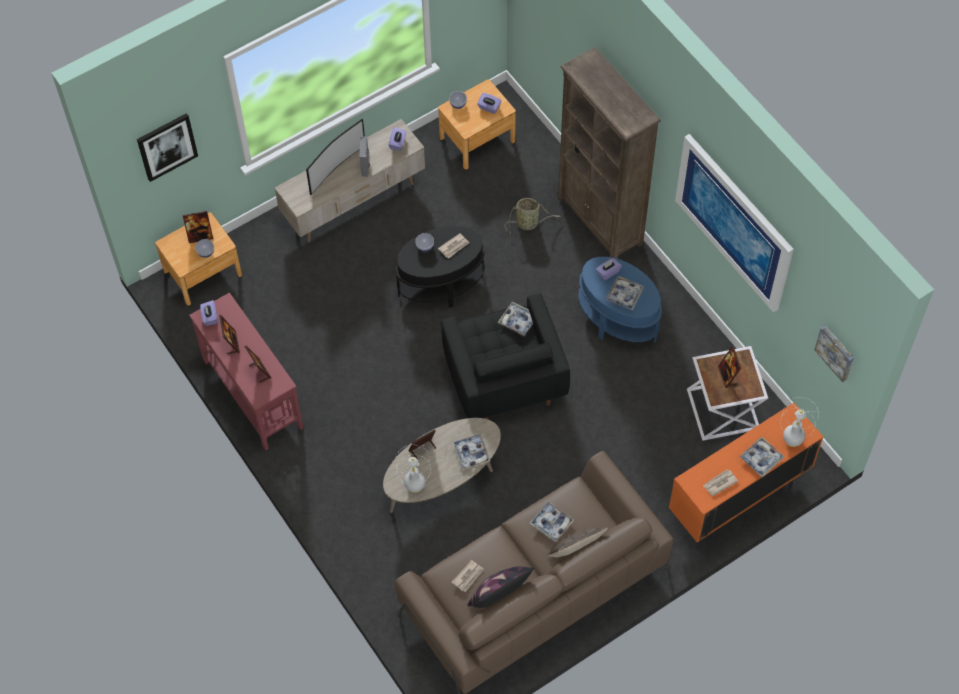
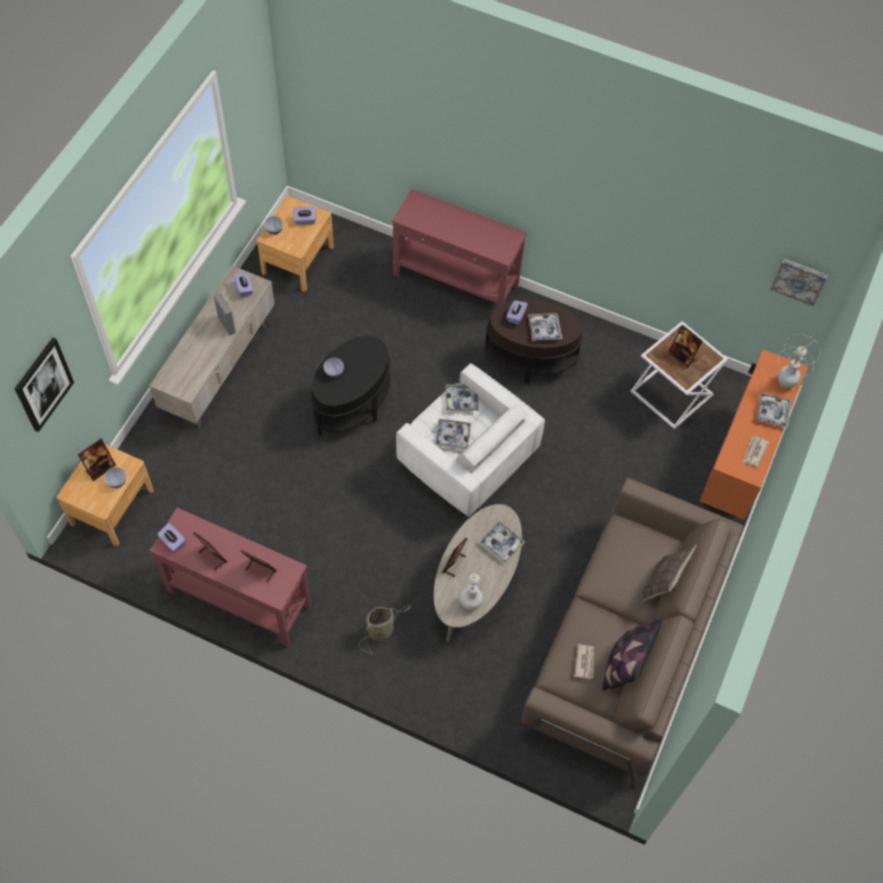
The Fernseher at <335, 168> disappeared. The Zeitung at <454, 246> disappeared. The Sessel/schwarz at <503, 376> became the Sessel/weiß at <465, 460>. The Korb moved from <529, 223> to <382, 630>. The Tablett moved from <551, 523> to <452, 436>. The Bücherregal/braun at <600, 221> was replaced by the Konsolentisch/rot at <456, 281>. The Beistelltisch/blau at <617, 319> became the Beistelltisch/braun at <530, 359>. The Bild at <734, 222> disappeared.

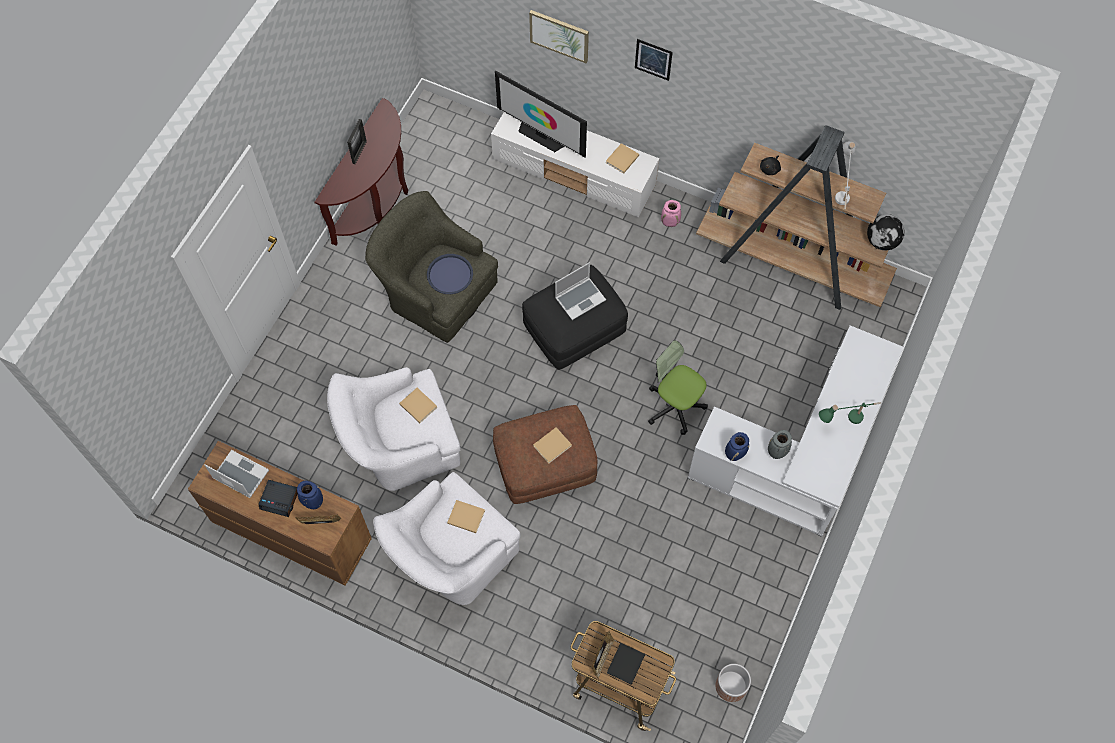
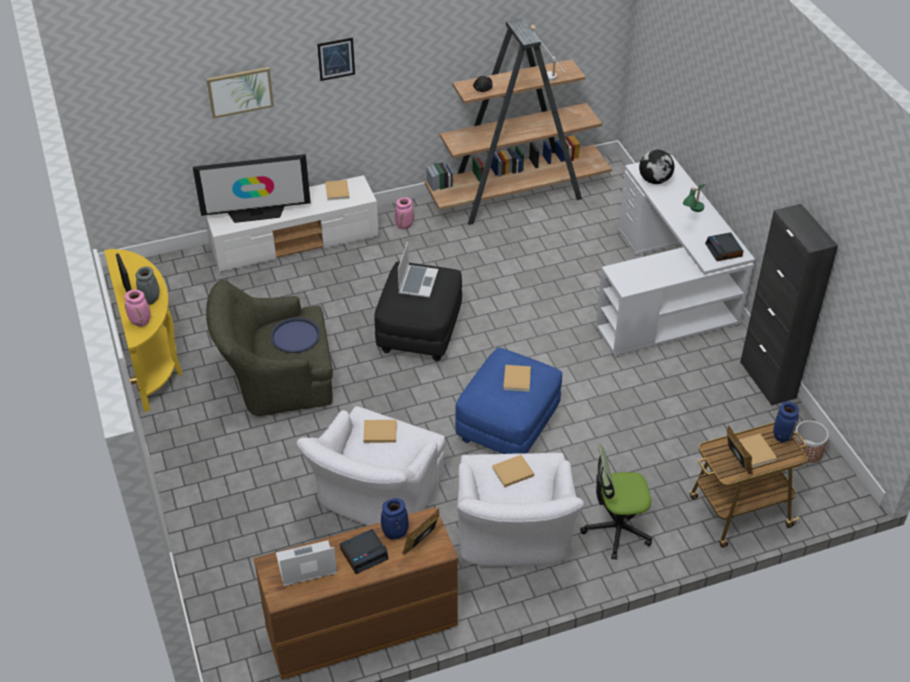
The Konsolentisch/braun at <376, 204> became the Konsolentisch/gelb at <152, 361>. The Polsterhocker/braun at <545, 467> became the Polsterhocker/blau at <507, 426>. The Buch/schwarz at <625, 665> became the Buch/beige at <756, 452>. The Bürostuhl moved from <675, 406> to <616, 529>. The Vase/blau moved from <735, 454> to <781, 435>. The Vase/grau moved from <777, 453> to <151, 300>. The Globus moved from <882, 241> to <655, 180>. The Vase/rosa at <141, 322> appeared. The Wecker at <724, 250> appeared. The Schrank/schwarz at <767, 380> appeared.

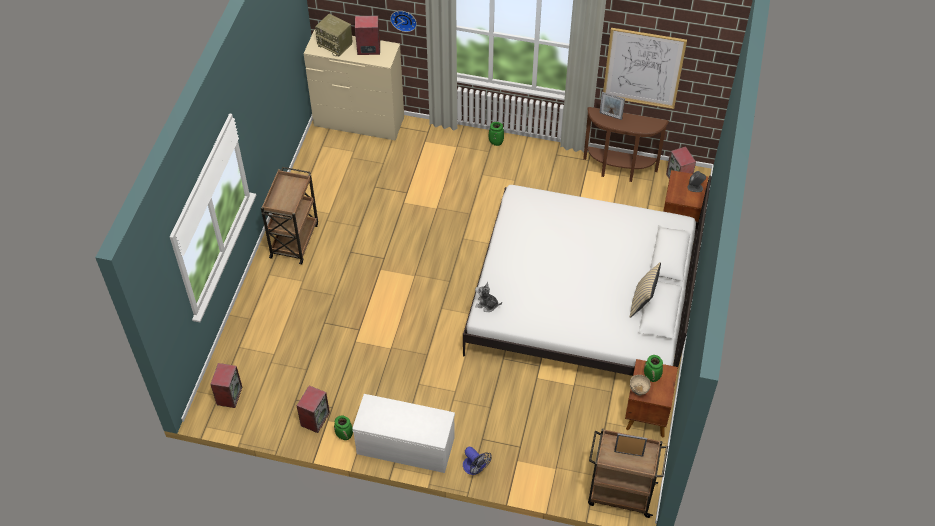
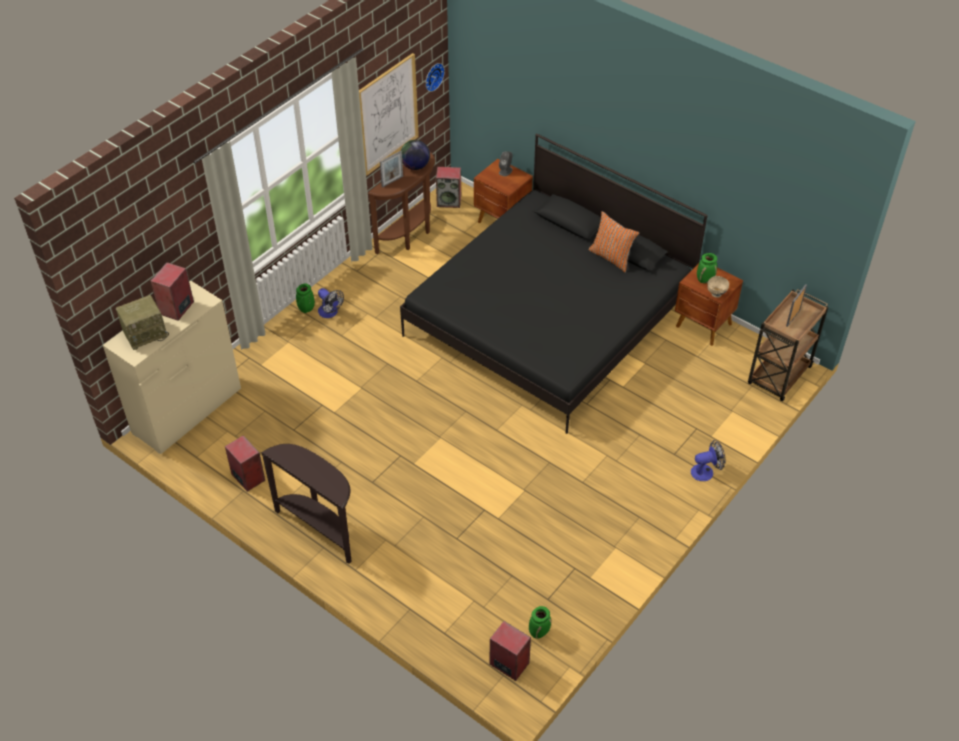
The Rollwagen/braun at <294, 240> was replaced by the Konsolentisch/braun at <320, 528>. The Lautsprecher moved from <315, 419> to <247, 477>. The Vase/grün moved from <345, 436> to <539, 632>. The Bank/weiß at <404, 446> disappeared. The Wanduhr moved from <404, 19> to <433, 76>. The Bett/weiß at <583, 299> became the Bett/schwarz at <549, 319>. The Plüschtier at <487, 305> disappeared. The Kissen/beige at <642, 301> became the Kissen/orange at <611, 257>. The Ventilator at <330, 313> appeared. The Globus at <415, 166> appeared.

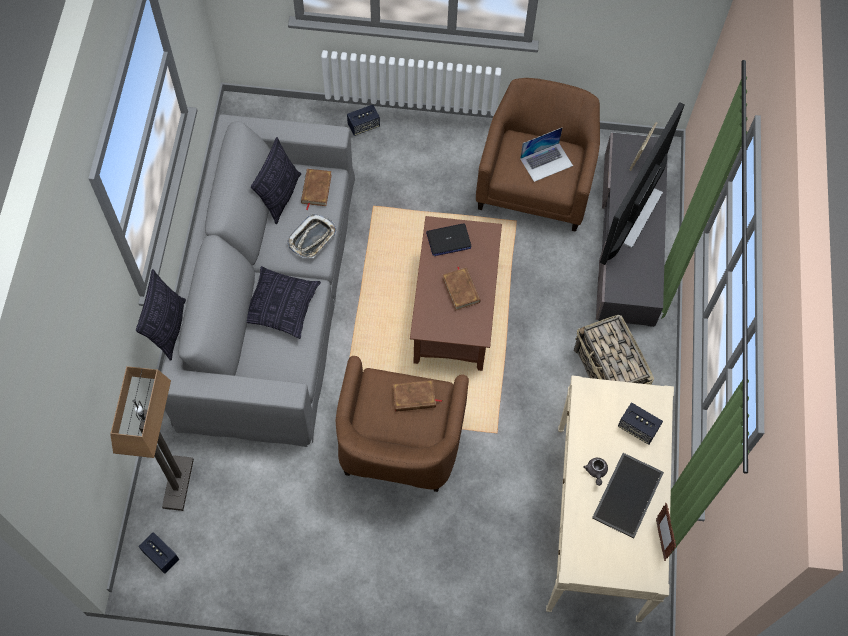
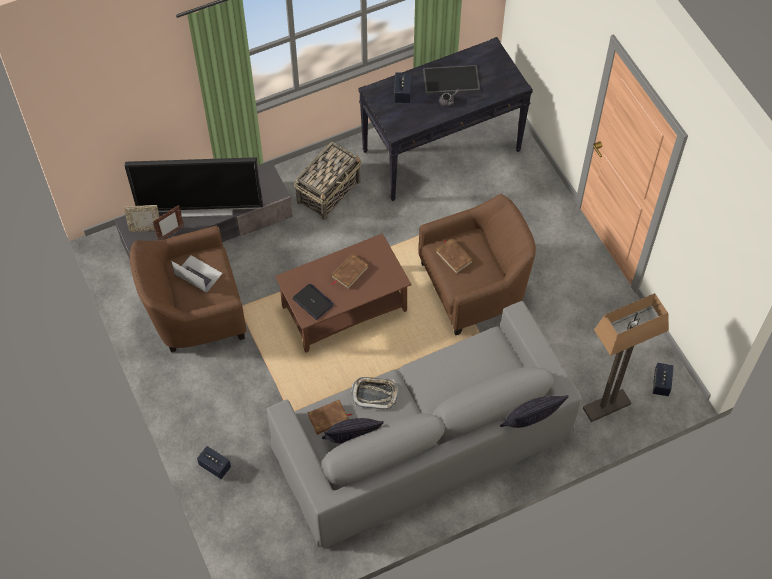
The Kissen at <281, 307> disappeared. The Konsolentisch/beige at <598, 522> became the Konsolentisch/schwarz at <442, 150>. The Bilderrahmen moved from <660, 539> to <171, 234>.

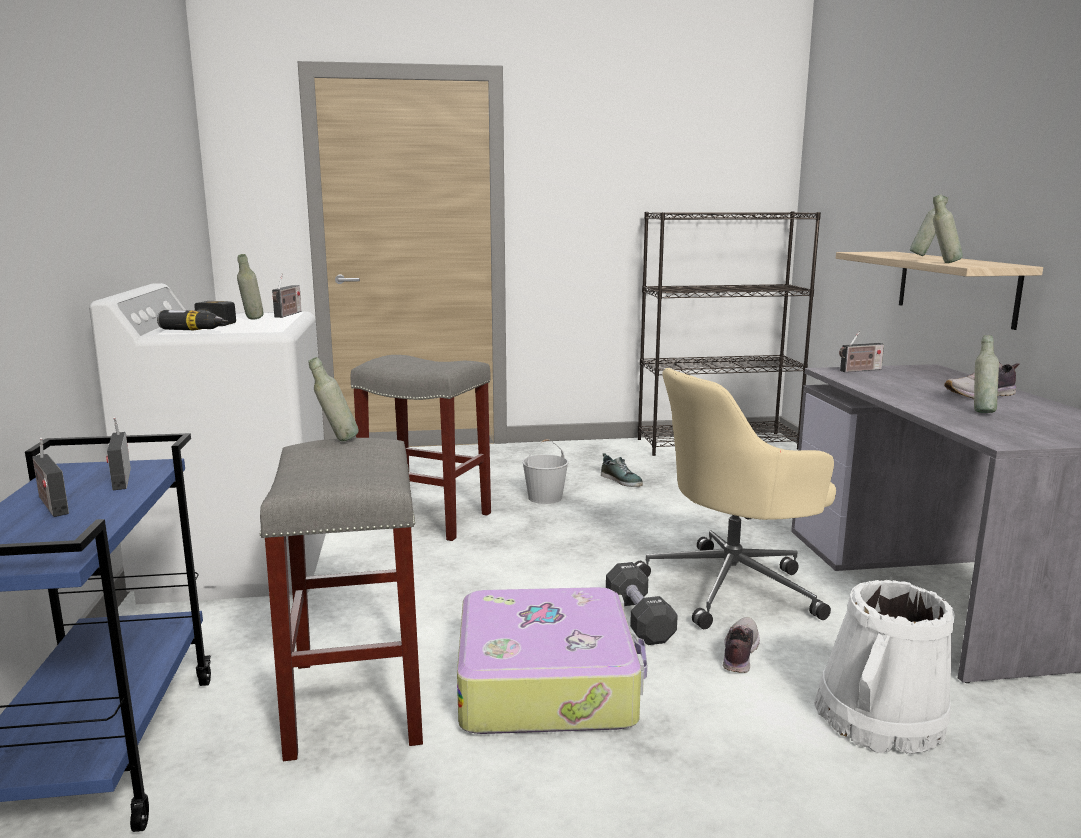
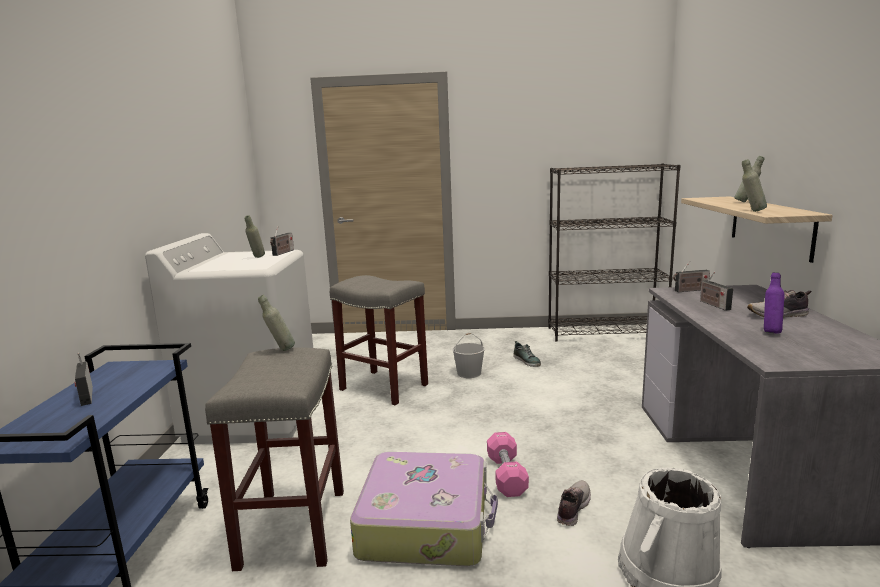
The Radio moved from <121, 478> to <713, 305>. The Bohrmaschine at <210, 328> disappeared. The Hantel/schwarz at <639, 619> became the Hantel/rosa at <506, 475>. The Bürostuhl/beige at <733, 587> disappeared. The Flasche/grau at <981, 411> became the Flasche/lila at <771, 332>.

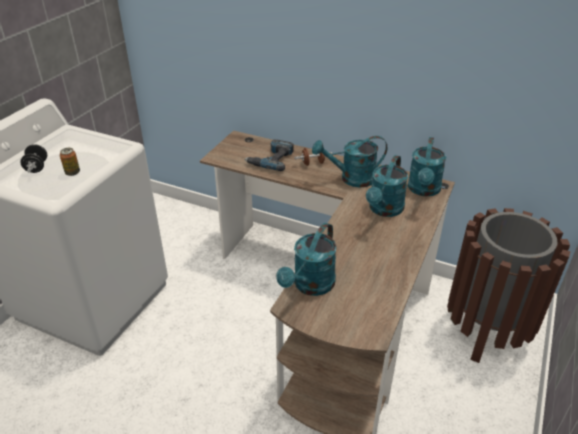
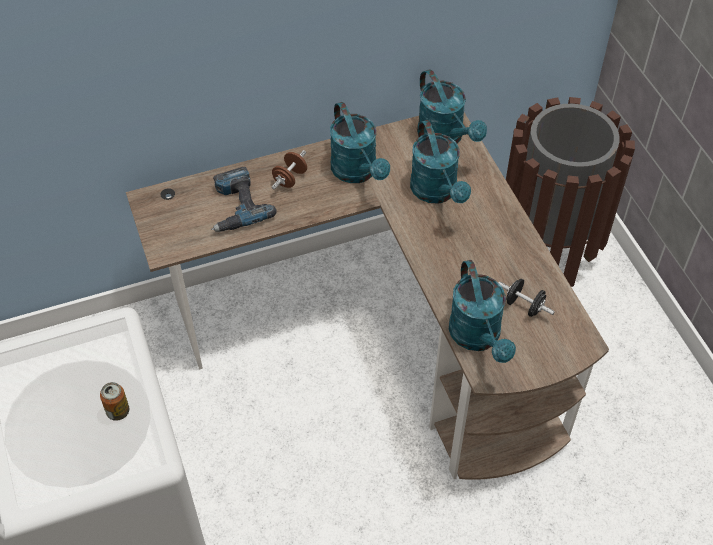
The Hantel/schwarz moved from <37, 167> to <524, 306>. The Gießkanne/türkis at <351, 179> turned 60 degrees counterclockwise.

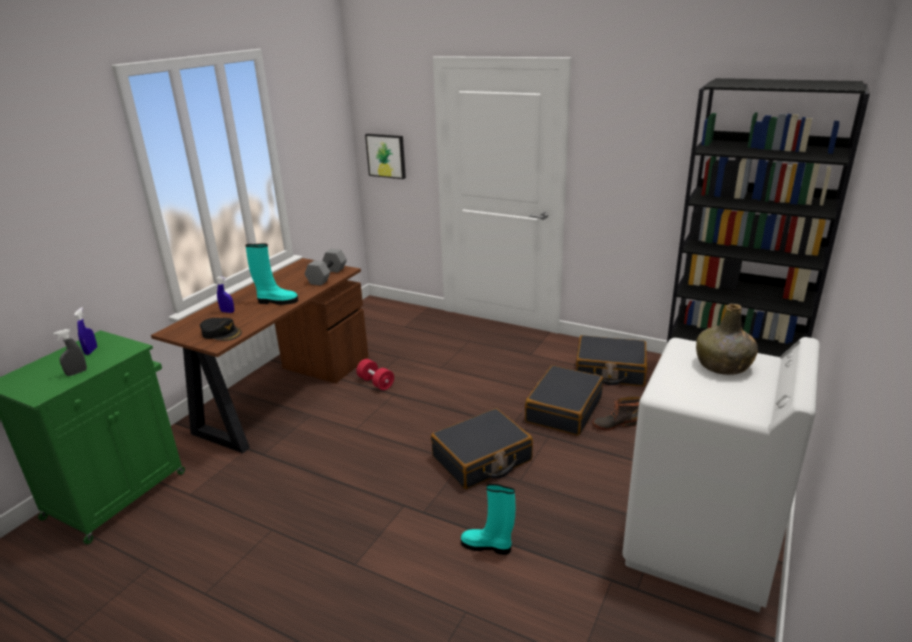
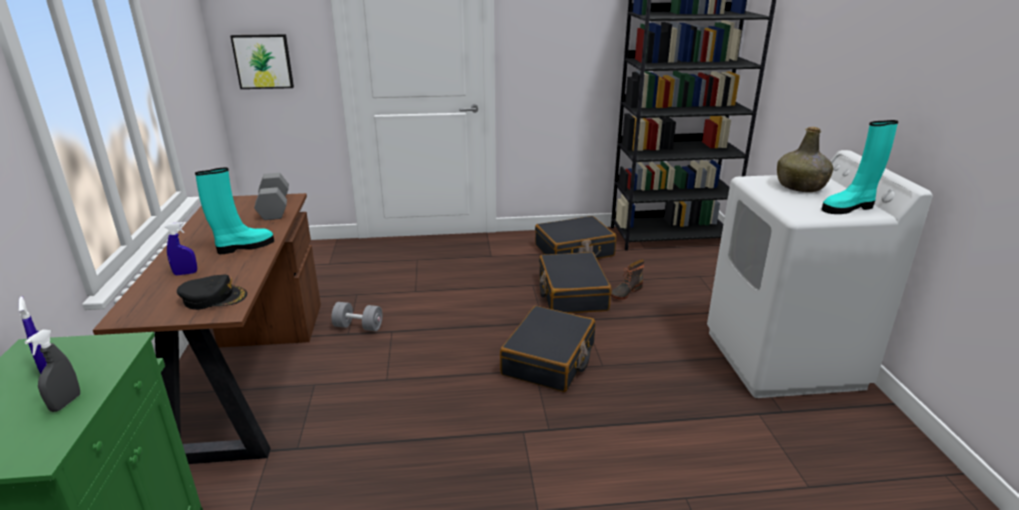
The Hantel/rot at <376, 383> became the Hantel/grau at <358, 327>. The Stiefel/türkis moved from <487, 546> to <849, 208>.

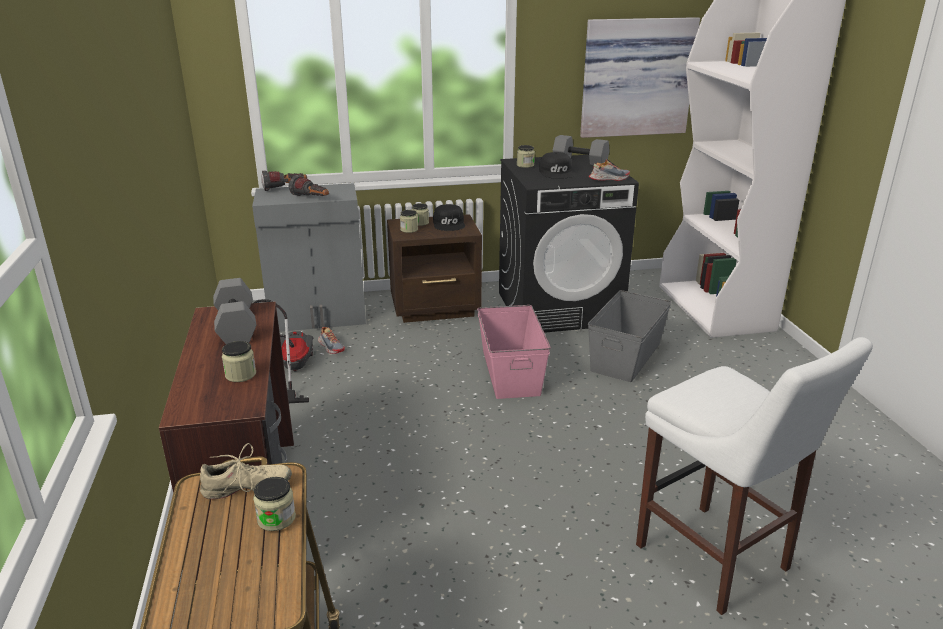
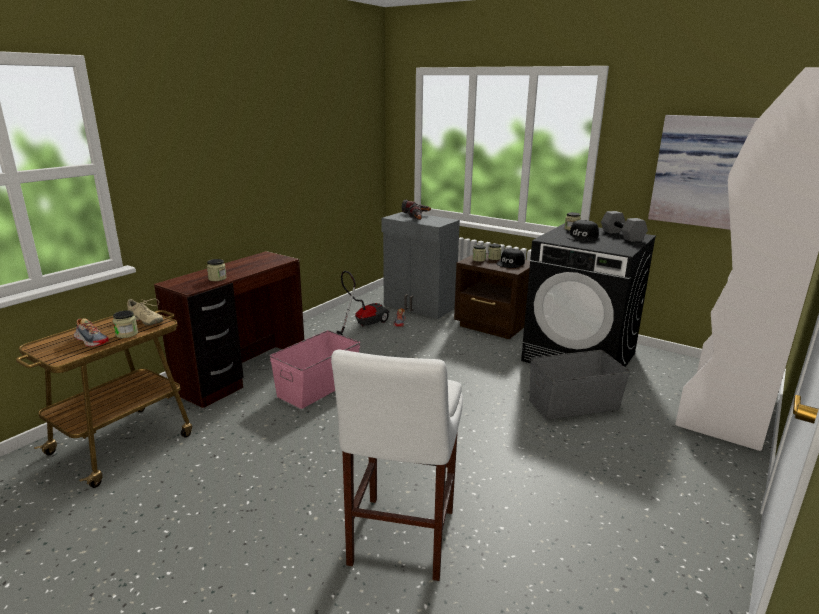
The Hantel/grau at <237, 326> disappeared. The Aufbewahrungsbox/rosa moved from <510, 372> to <317, 387>. The Schuh moved from <608, 179> to <91, 340>.

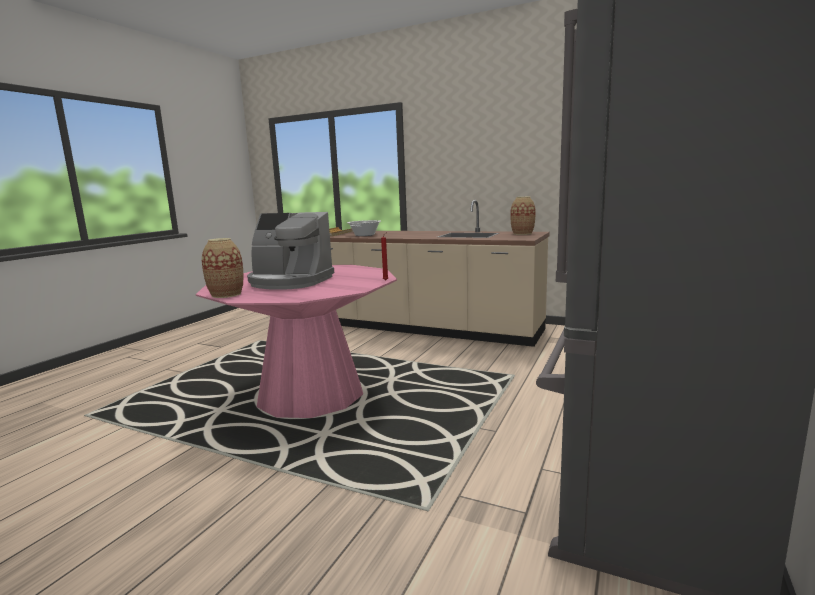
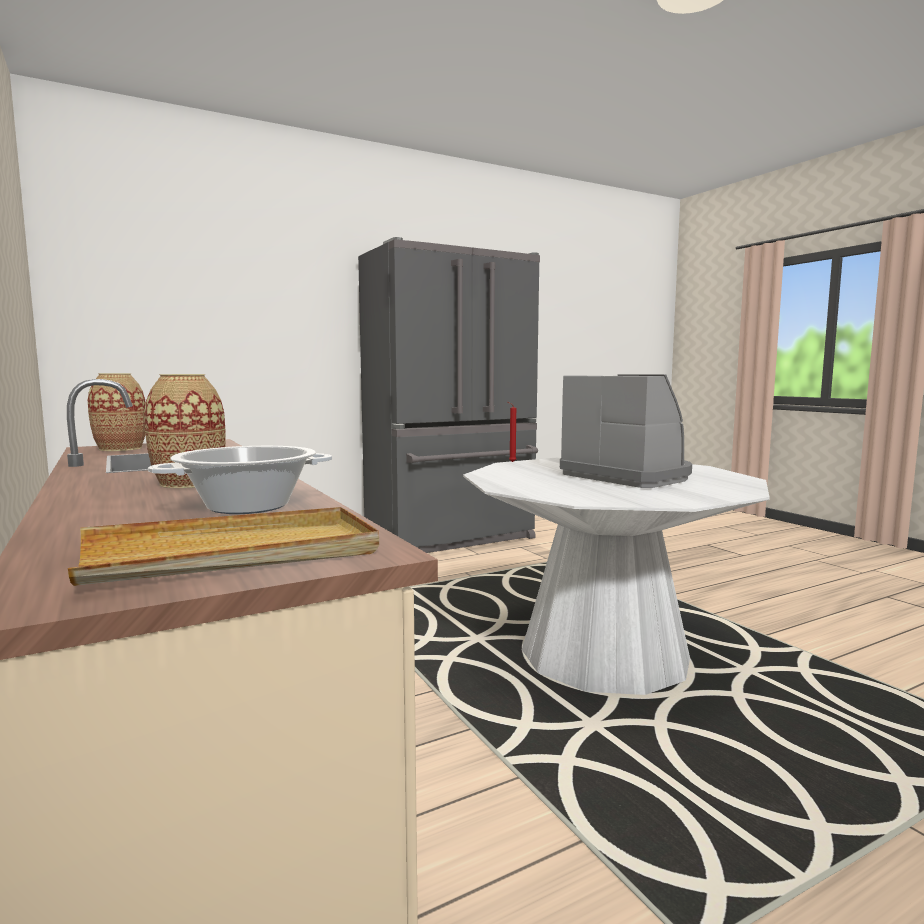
The Esstisch/rosa at <311, 394> became the Esstisch/weiß at <604, 654>. The Vase moved from <226, 294> to <189, 483>.

